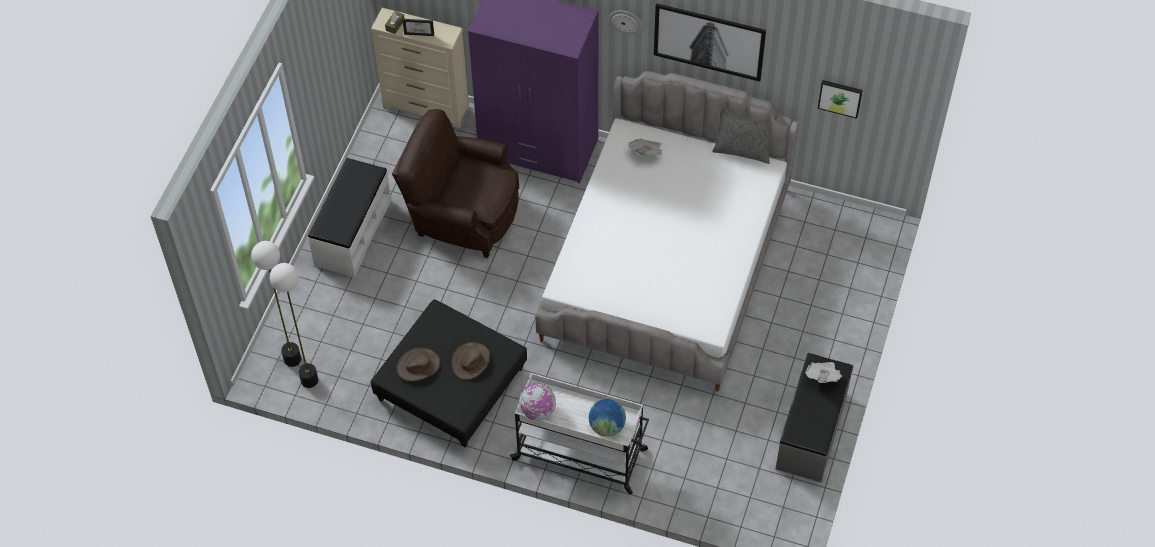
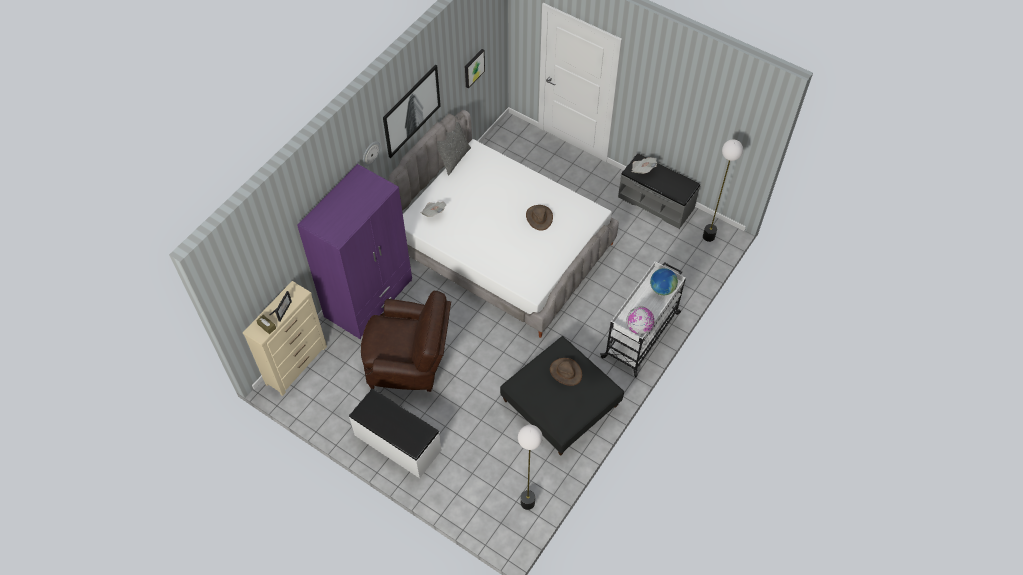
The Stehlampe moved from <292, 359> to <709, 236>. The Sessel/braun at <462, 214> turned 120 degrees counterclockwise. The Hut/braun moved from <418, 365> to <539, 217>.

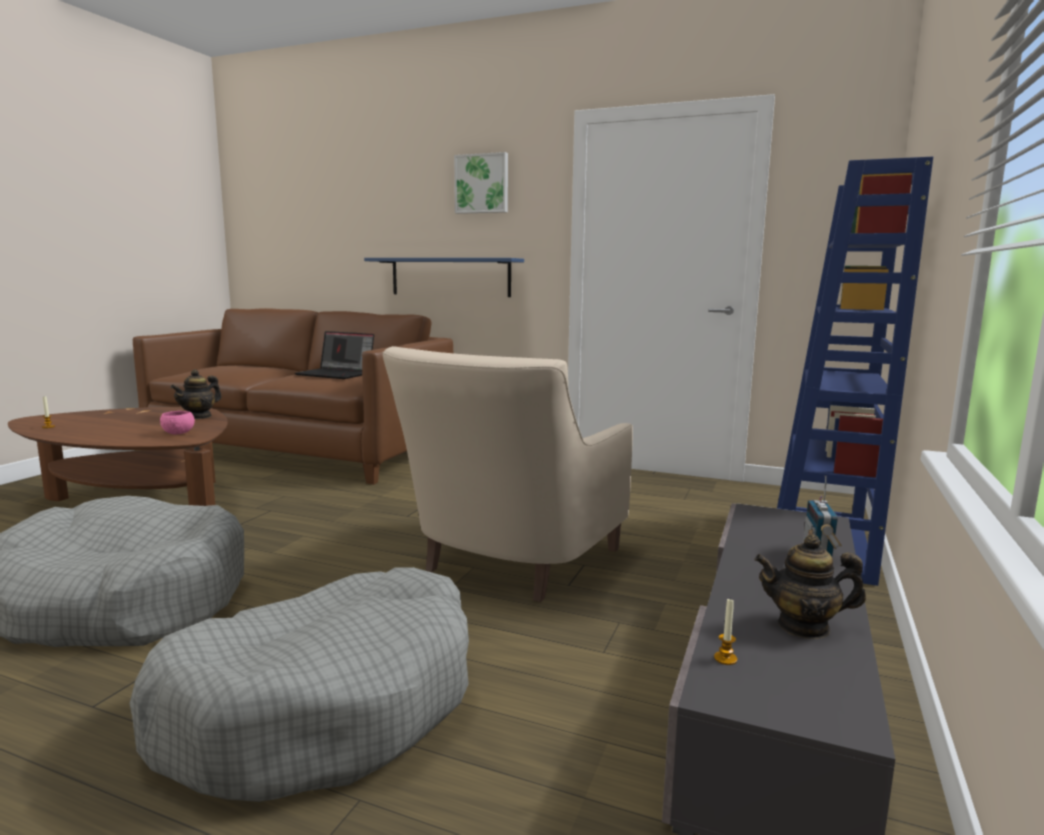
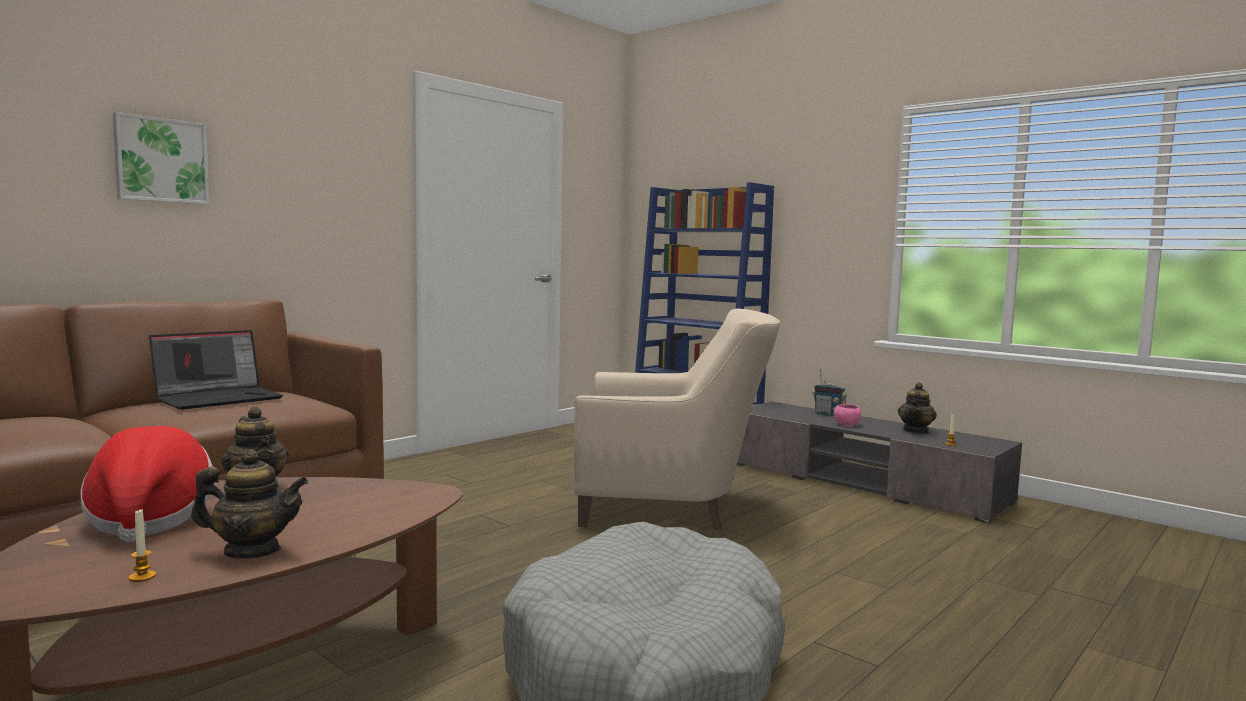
The Hundebett/grau at <325, 705> disappeared. The Schüssel/rosa moved from <178, 433> to <846, 424>. The Wandregal/blau at <450, 277> disappeared. The Sessel/beige at <509, 564> turned 45 degrees counterclockwise. The Bild moved from <482, 184> to <161, 160>. The Hut at <149, 520> appeared. The Teekanne at <252, 551> appeared.

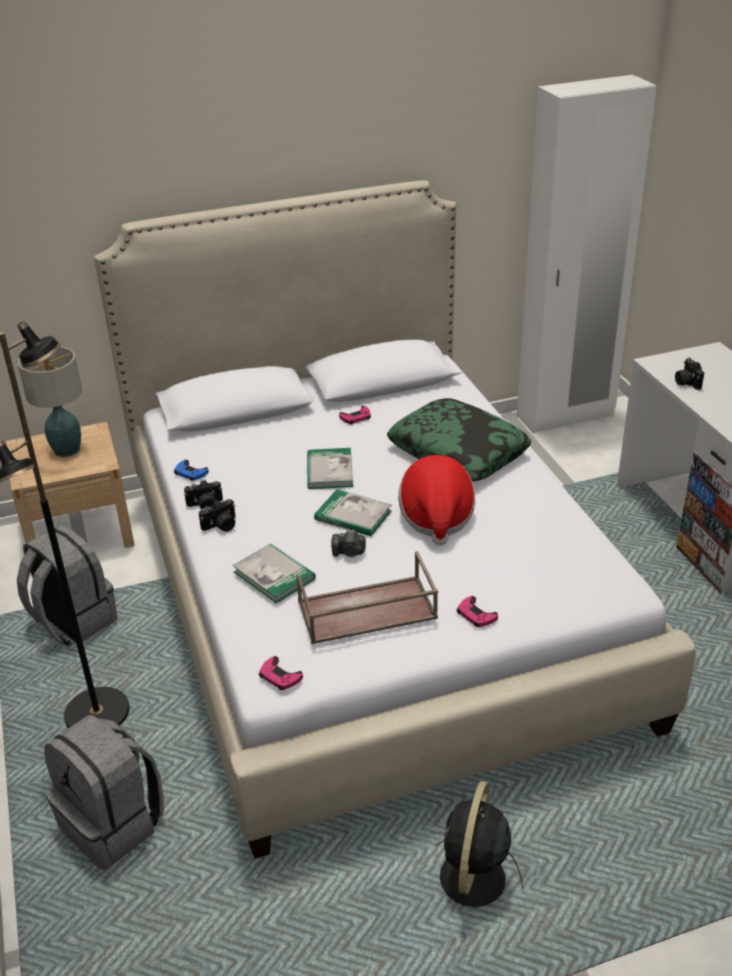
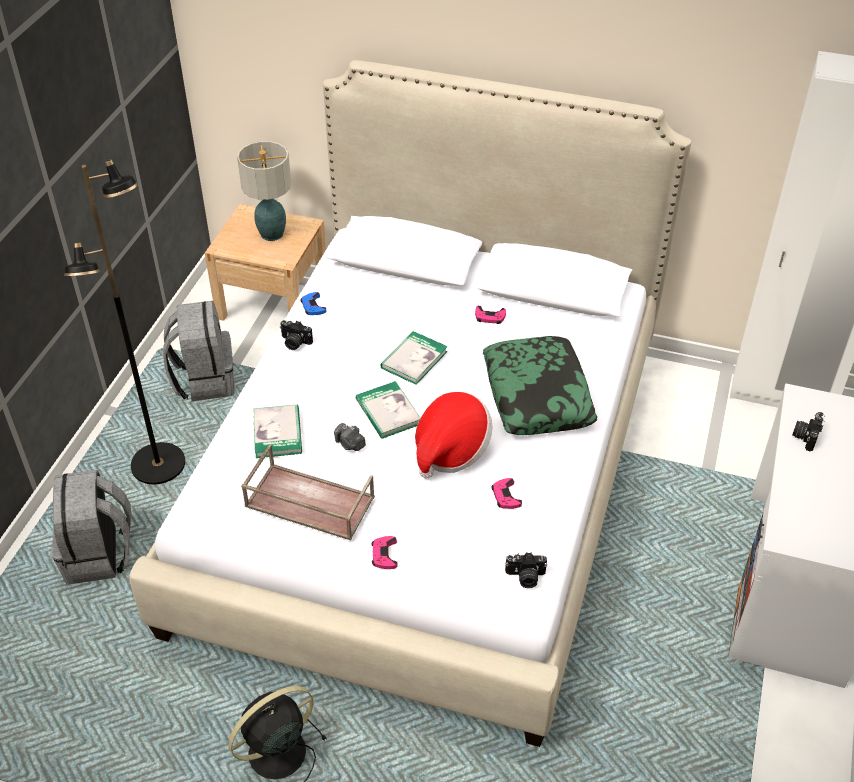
The Kamera moved from <221, 526> to <525, 577>. The Gamepad/rosa moved from <279, 677> to <506, 496>.

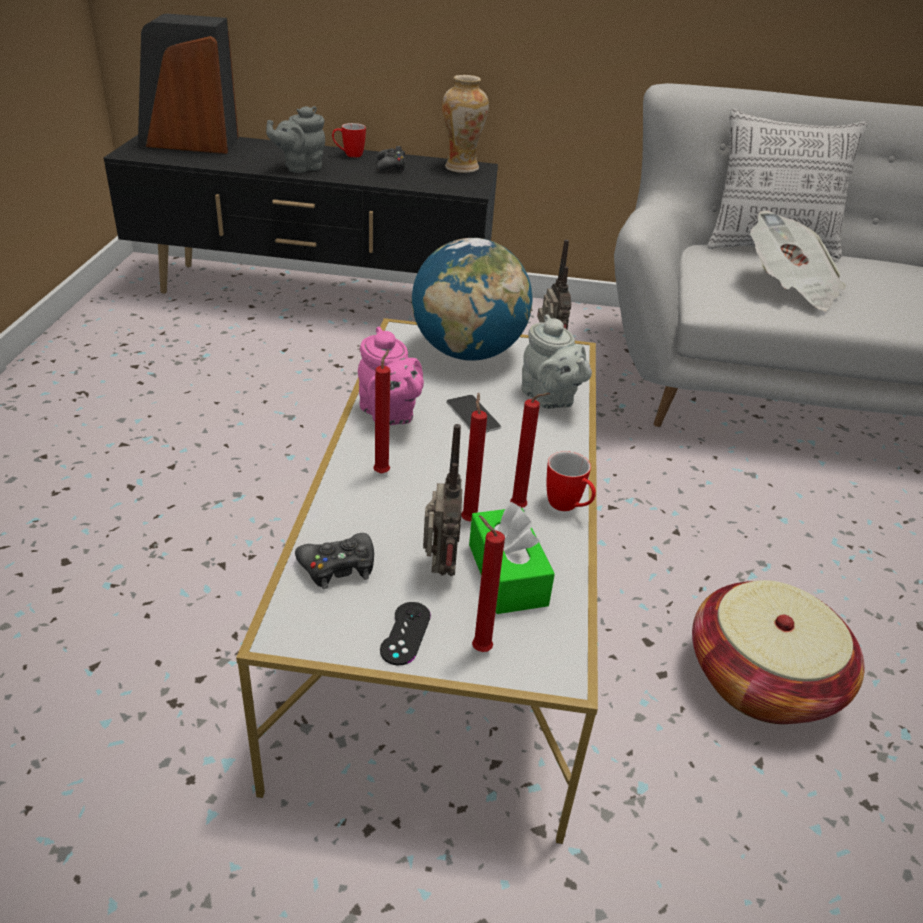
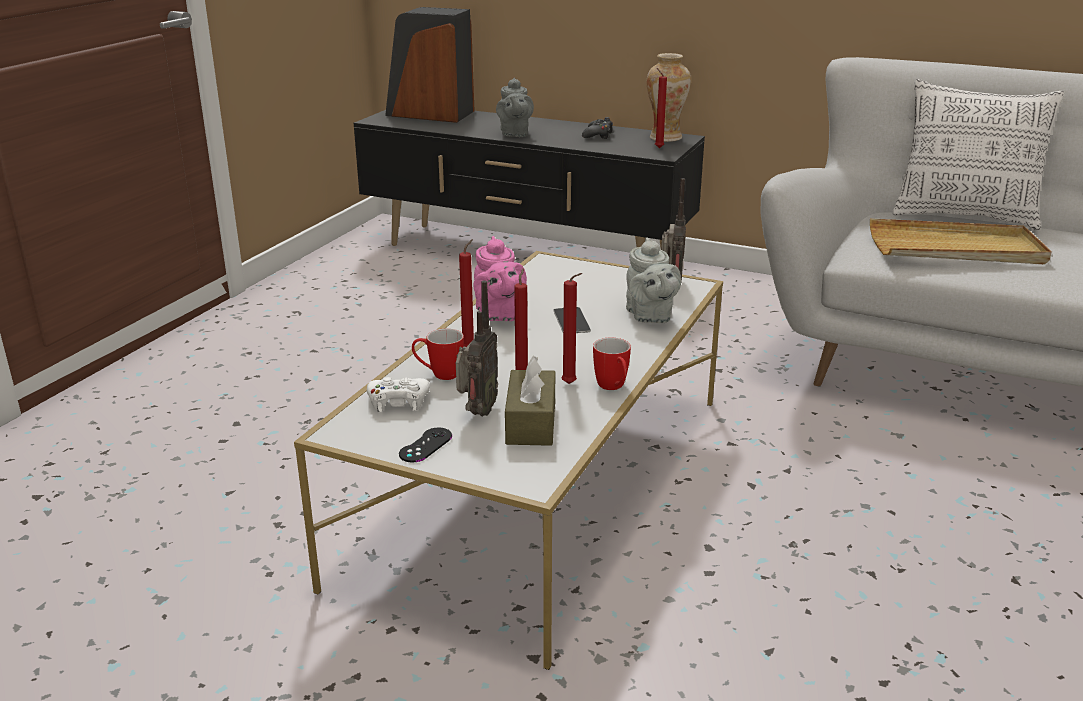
The Teekanne/grau at <300, 168> turned 75 degrees counterclockwise. The Gamepad/schwarz at <338, 567> became the Gamepad/weiß at <398, 402>. The Henkelbecher moved from <349, 155> to <439, 374>. The Globus at <468, 352> disappeared. The Taschentuchbox/grün at <507, 574> became the Taschentuchbox/braun at <531, 423>. The Kerze/rot moved from <478, 648> to <658, 147>. The Korb at <762, 680> disappeared. The Zeitung at <790, 287> was replaced by the Tablett/beige at <956, 249>.

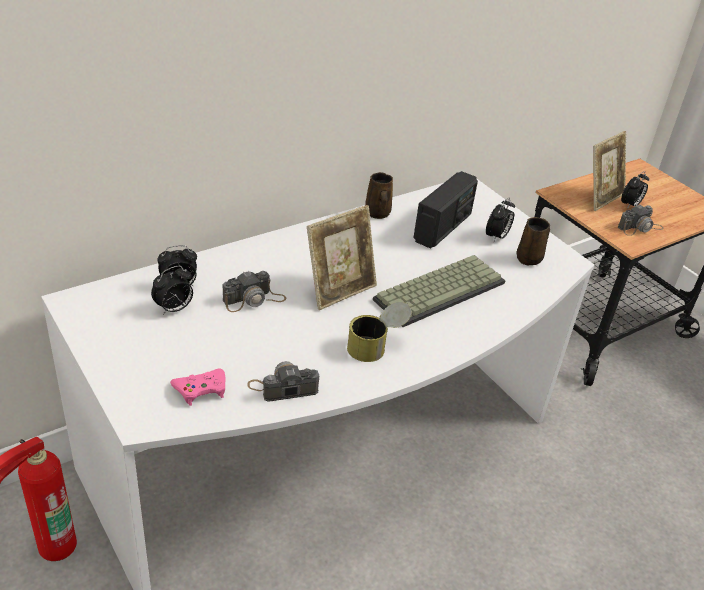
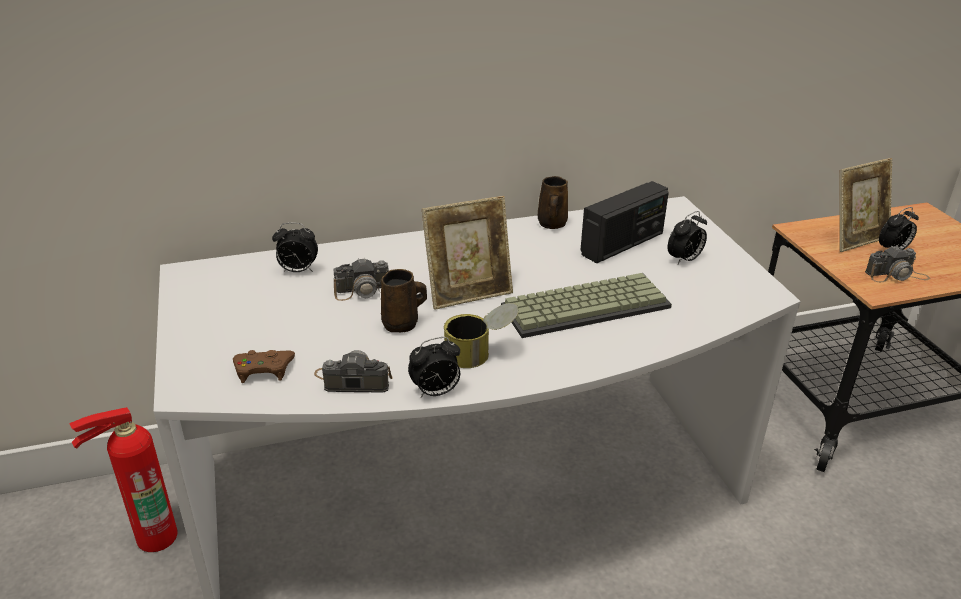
The Wecker moved from <174, 309> to <435, 392>. The Gamepad/rosa at <201, 389> became the Gamepad/braun at <263, 369>. The Henkelbecher/braun moved from <530, 258> to <402, 324>.

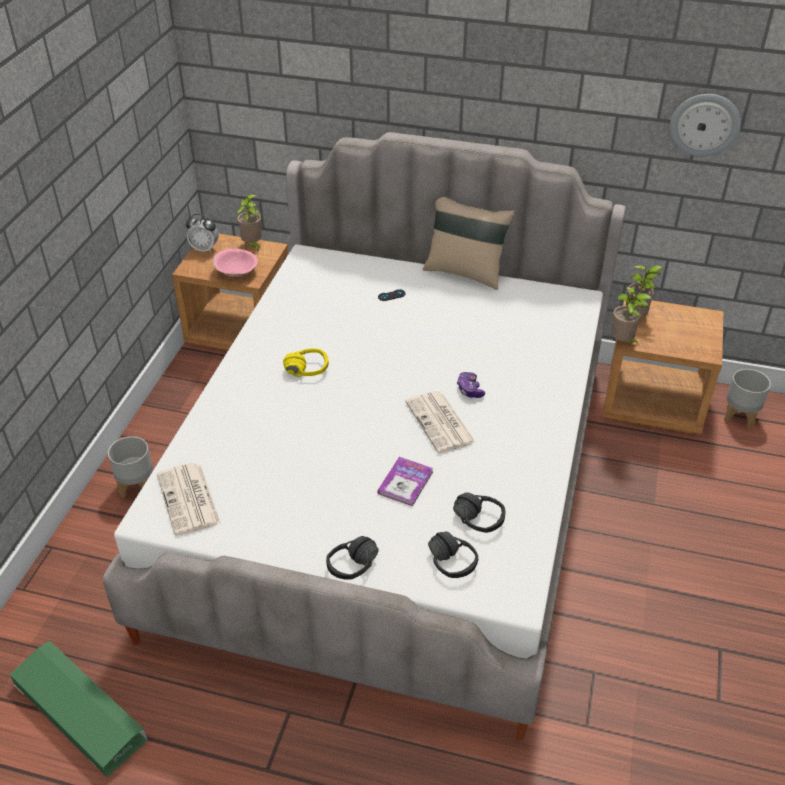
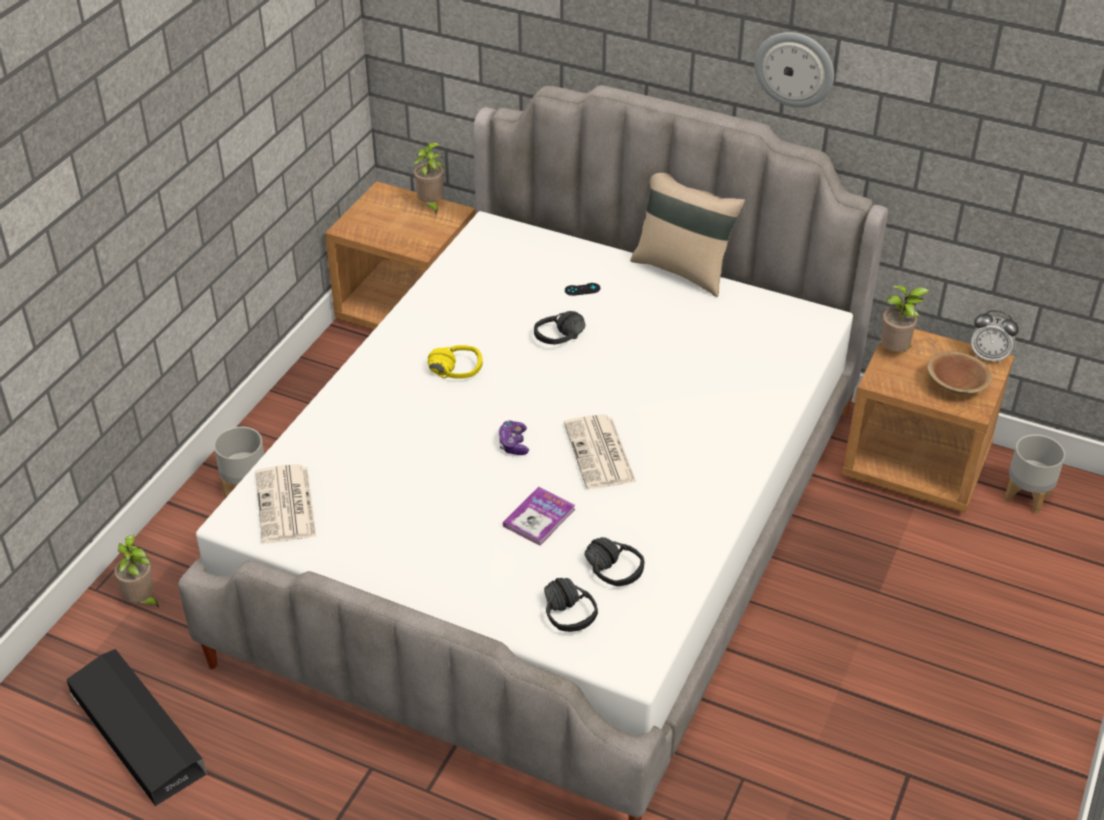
The Aufbewahrungsbox/grün at <79, 711> became the Aufbewahrungsbox/schwarz at <137, 732>. The Wecker moved from <204, 249> to <988, 356>. The Schüssel/rosa at <236, 272> disappeared. The Kopfhörer/schwarz moved from <358, 570> to <564, 341>. The Gamepad moved from <469, 390> to <513, 444>. The Topfpflanze moved from <623, 342> to <142, 601>. The Wanduhr moved from <705, 124> to <794, 68>. The Schüssel/braun at <956, 385> appeared.

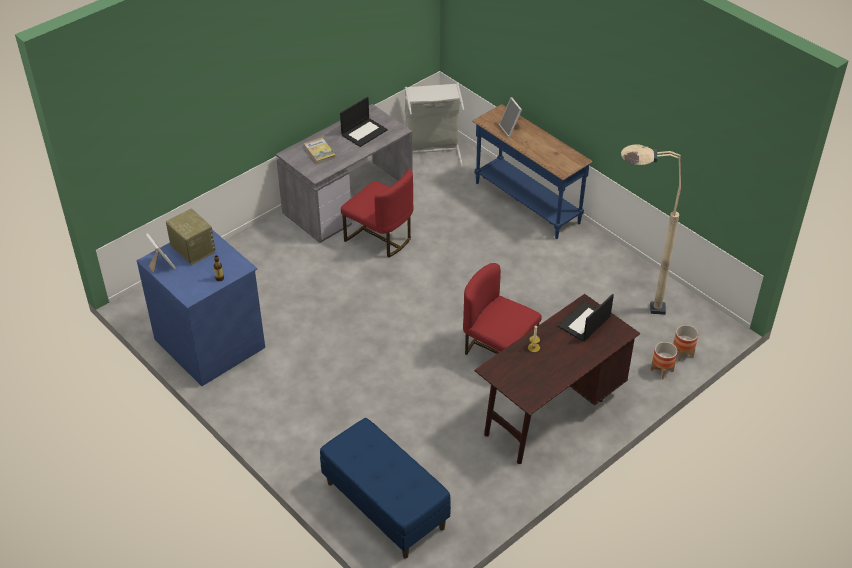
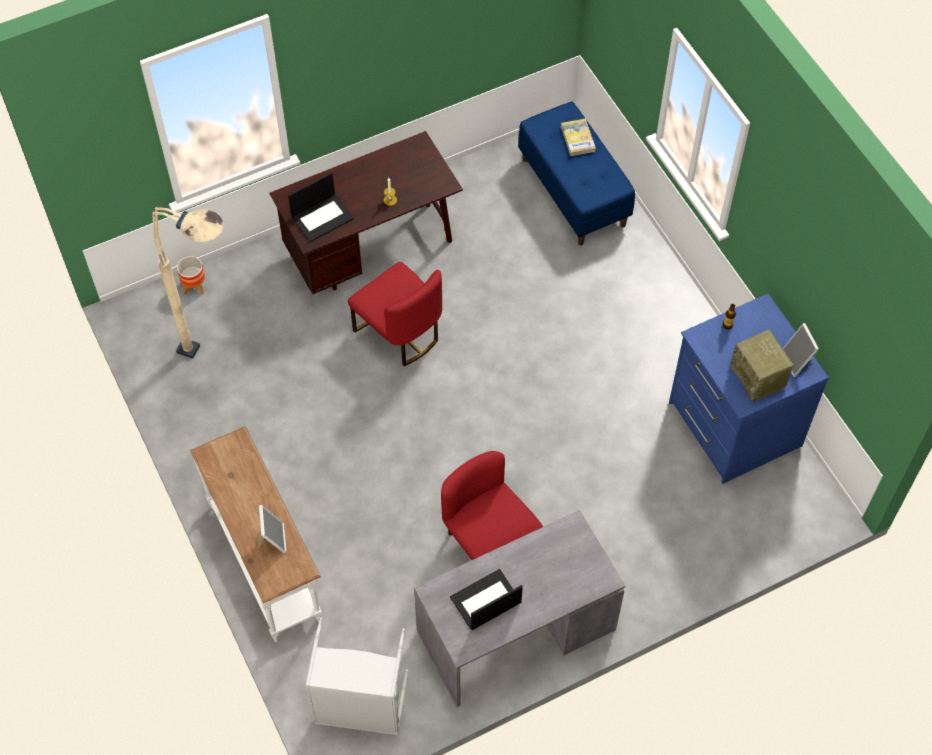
The Buch moved from <319, 152> to <578, 139>. The Konsolentisch/blau at <526, 203> became the Konsolentisch/weiß at <266, 562>. The Pflanzkübel at <662, 370> disappeared.

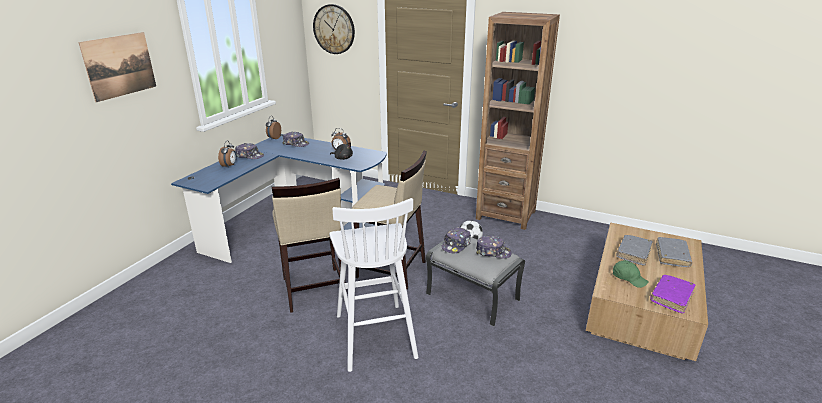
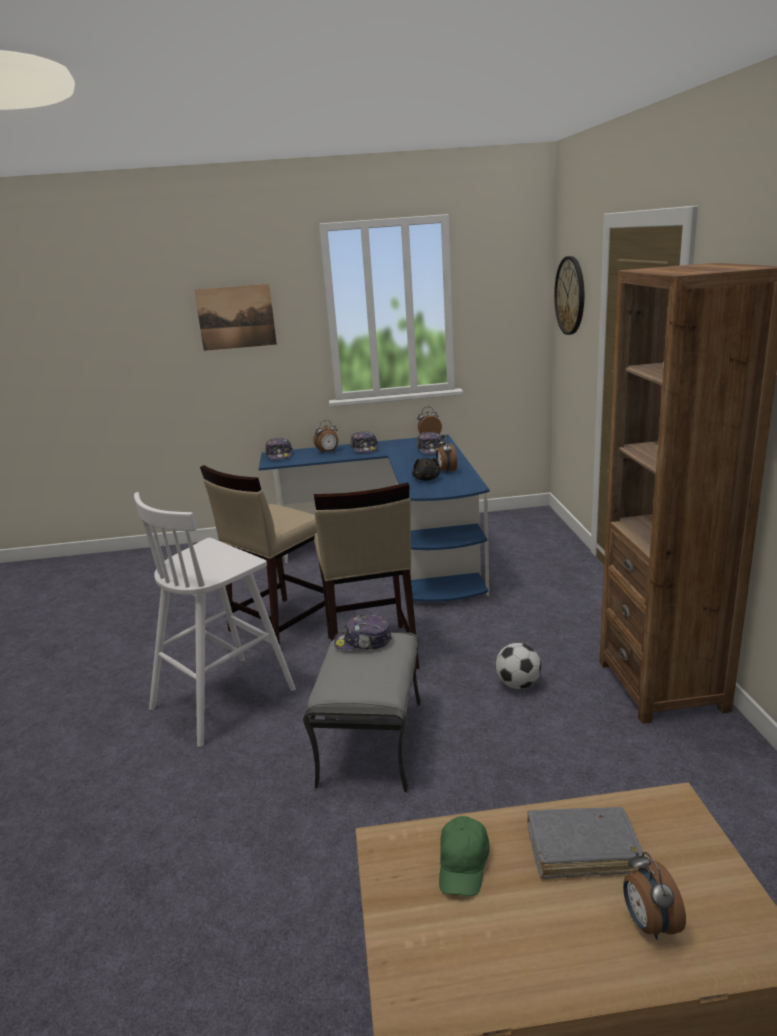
The Kappe moved from <493, 252> to <279, 455>. The Buch/lila at <671, 297> disappeared. The Buch/grau at <672, 256> was replaced by the Wecker at <648, 923>.

